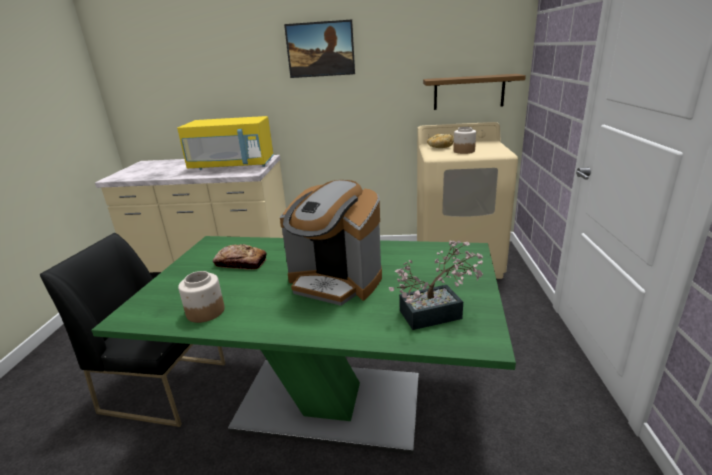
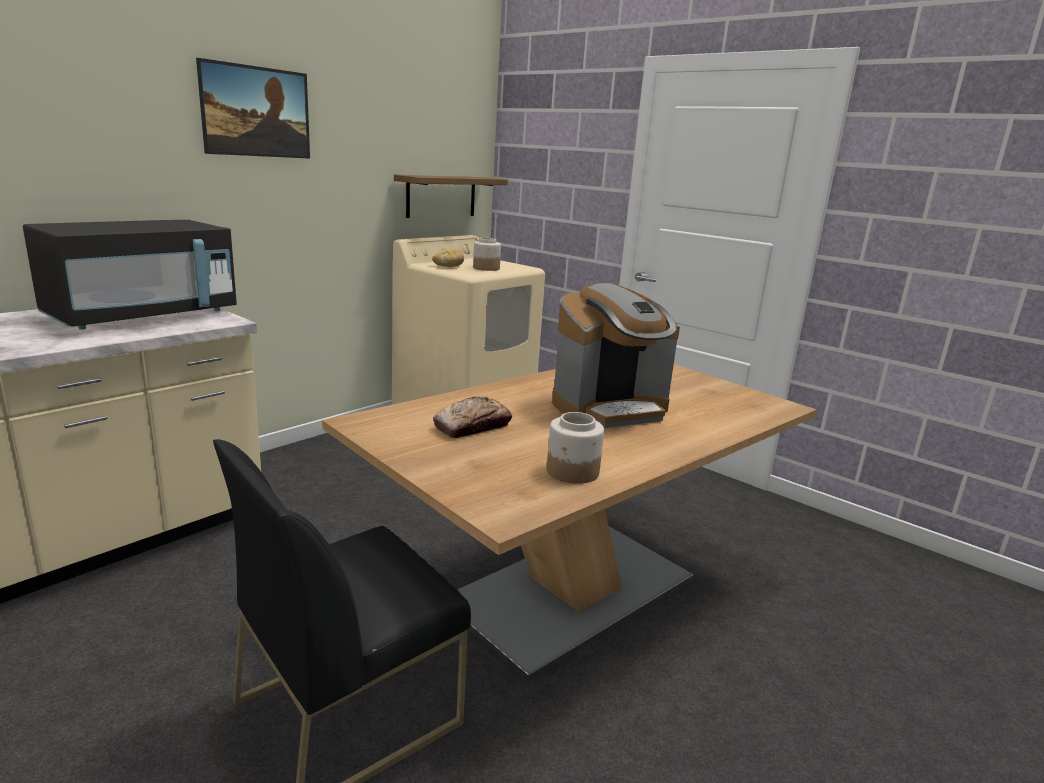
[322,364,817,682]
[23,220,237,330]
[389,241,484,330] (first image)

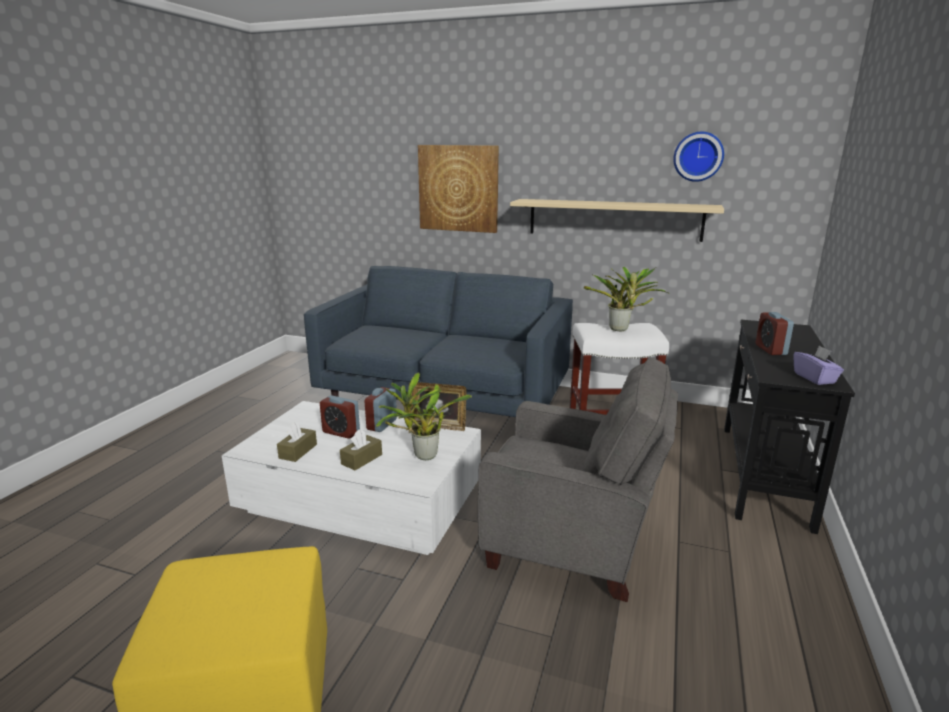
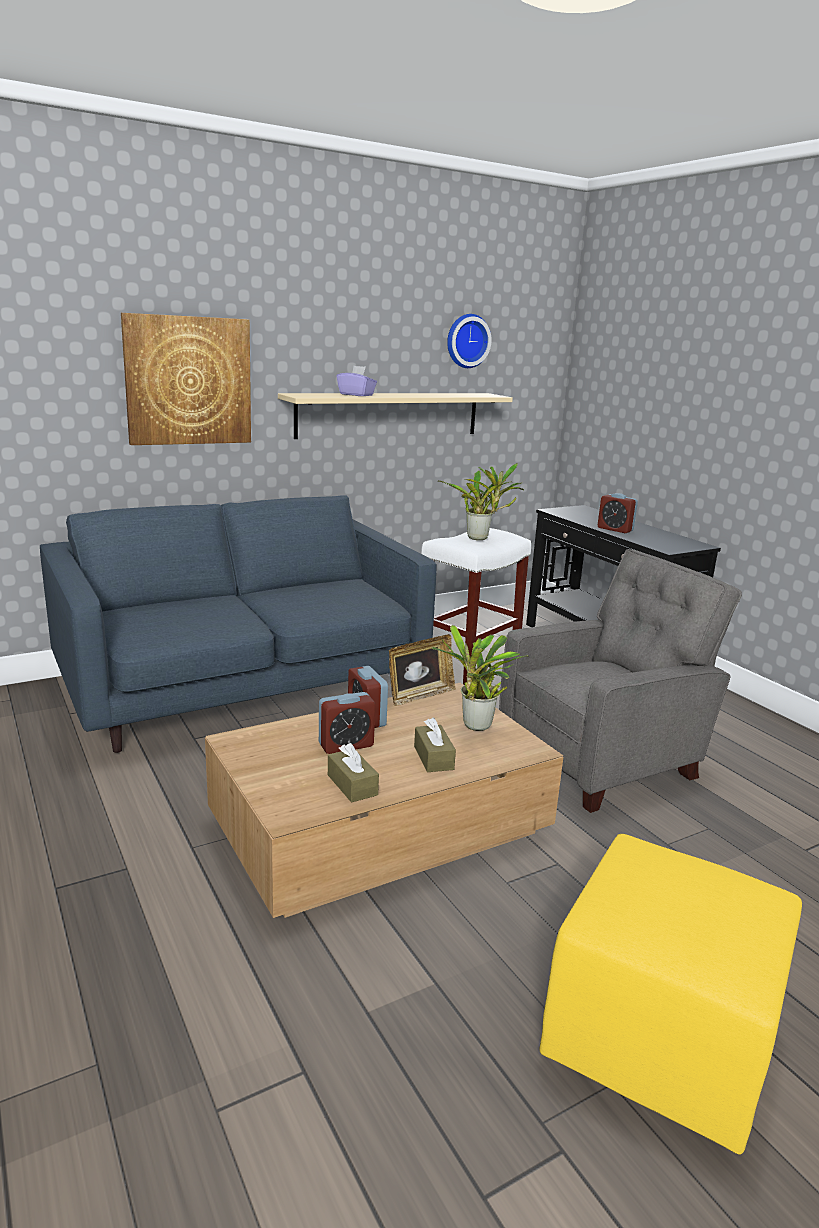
[205,683,563,918]
[337,366,377,396]

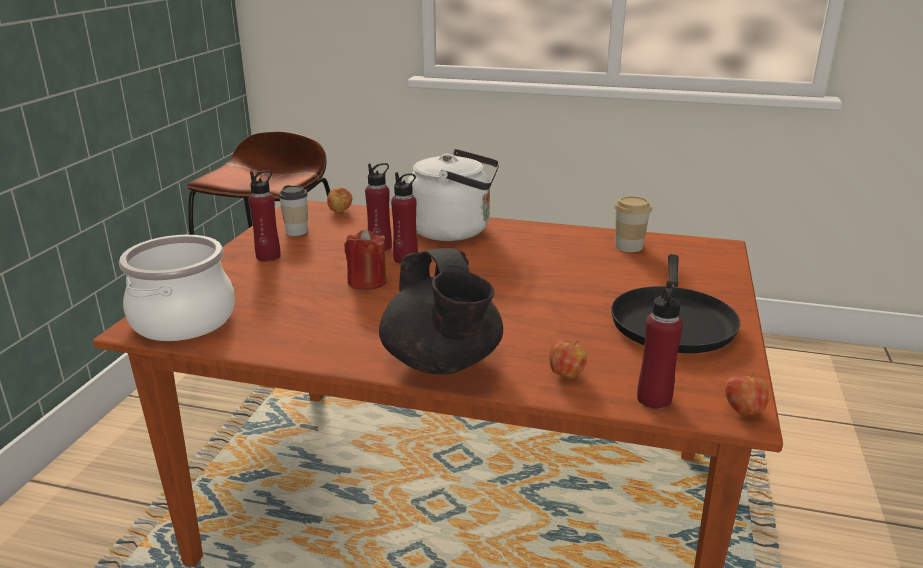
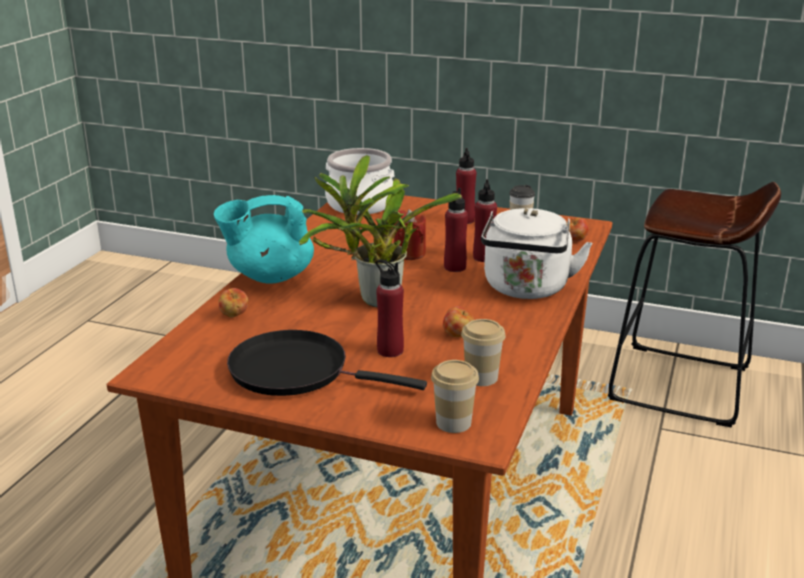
[214,195,314,284]
[376,259,404,357]
[443,306,474,337]
[299,155,462,307]
[431,360,479,433]

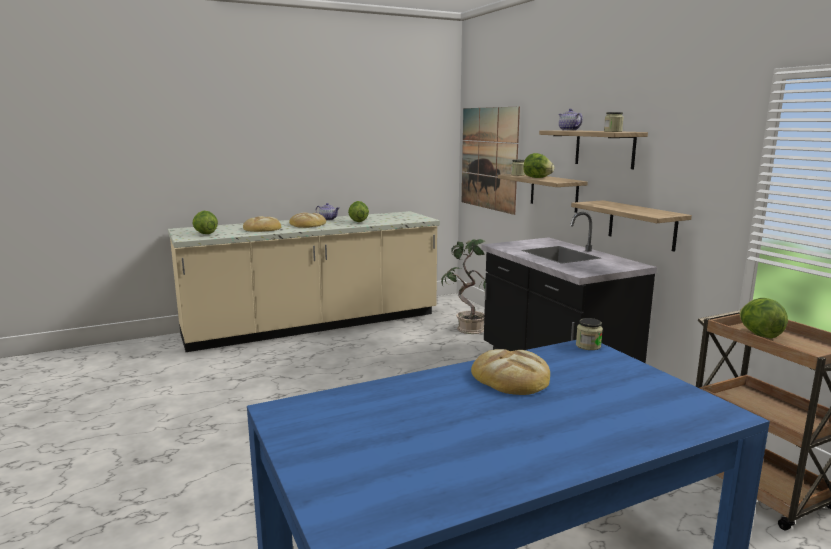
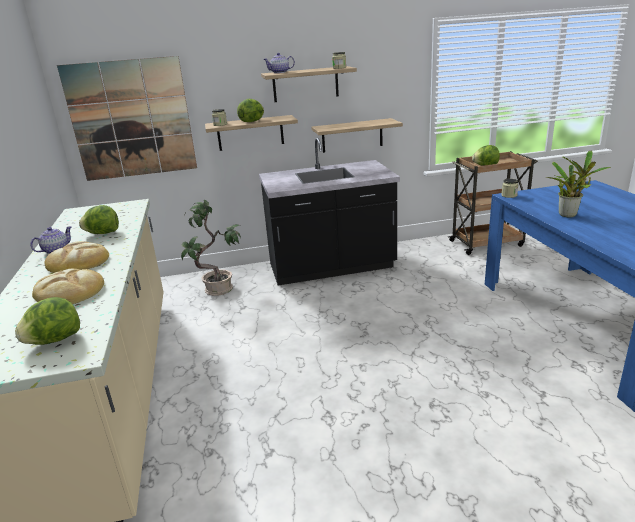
[546,151,611,218]

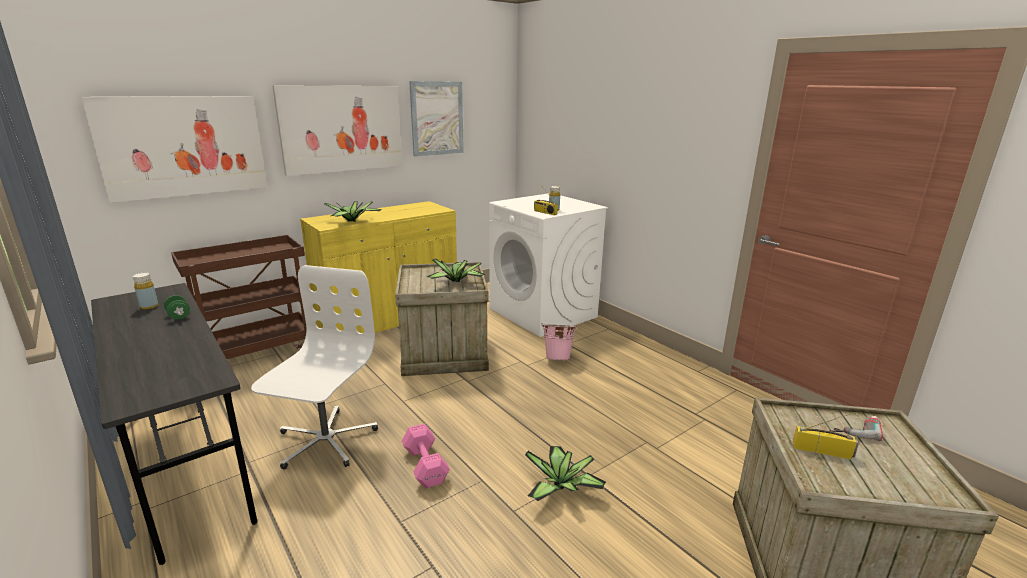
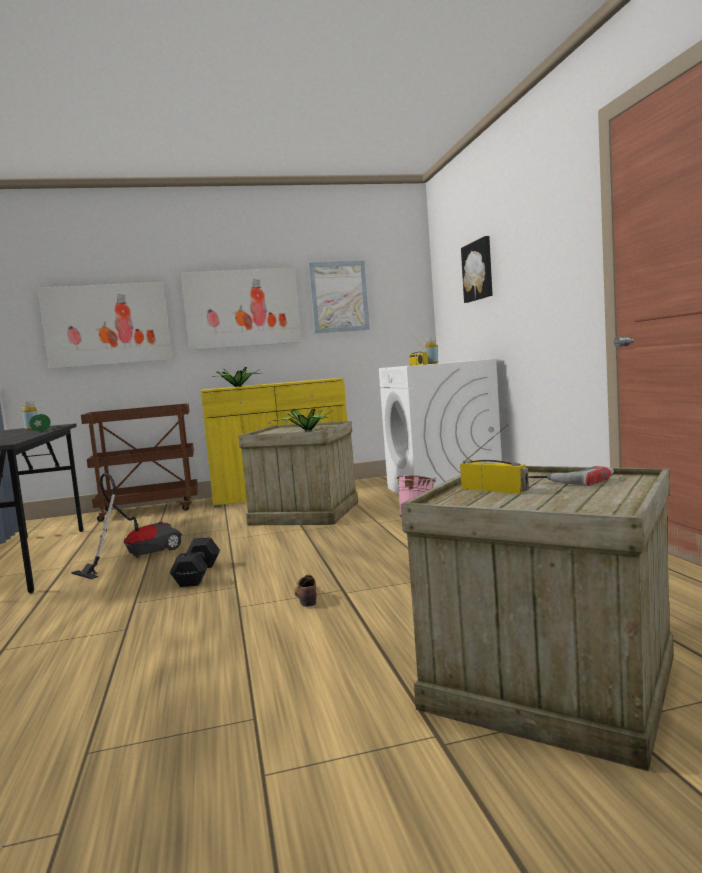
[71,473,182,580]
[170,537,220,587]
[294,574,317,607]
[461,236,493,303]

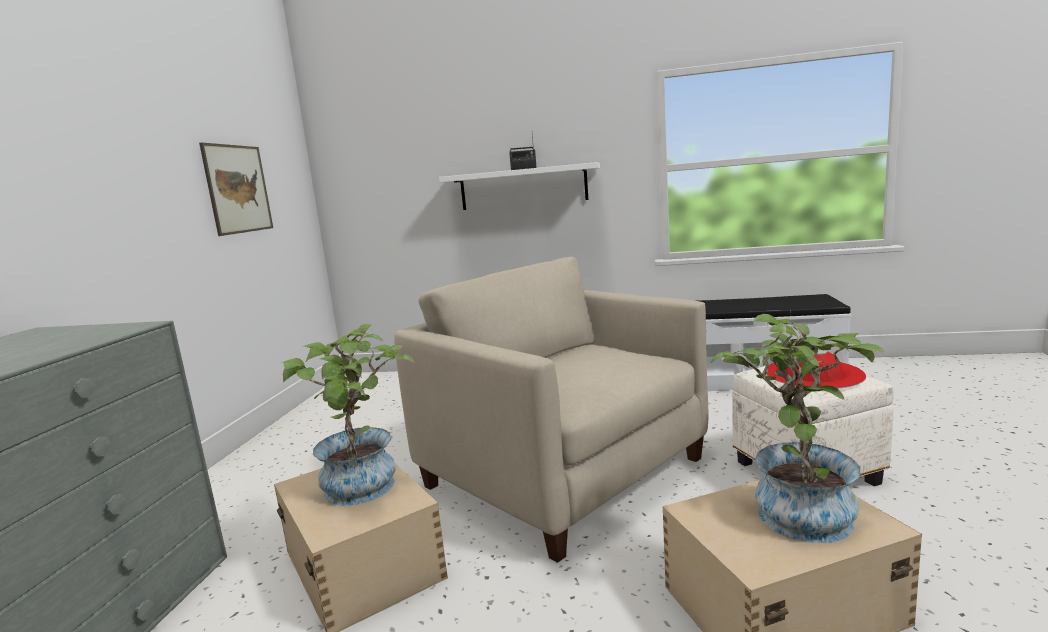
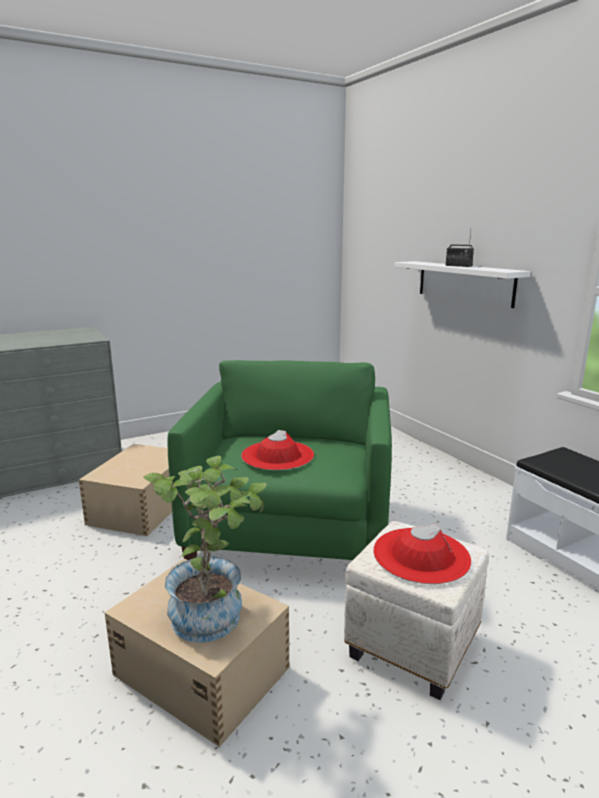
[199,143,273,236] (first image)
[280,324,415,506] (first image)
[167,360,392,560]
[241,430,314,470]

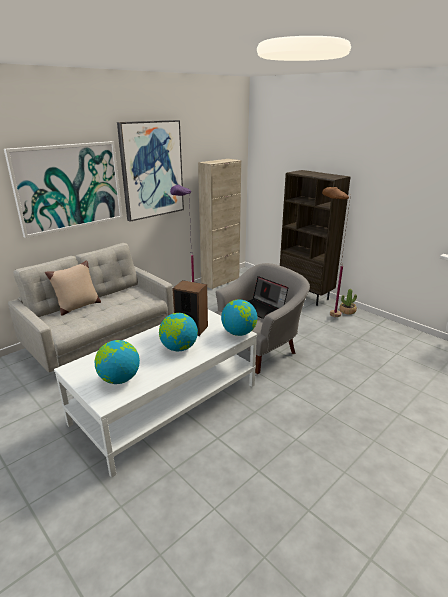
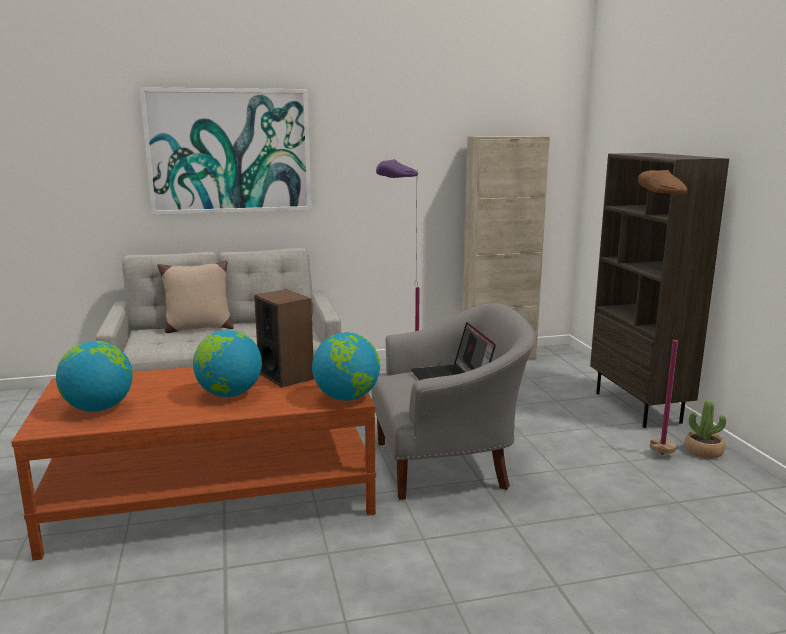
[11,367,376,561]
[117,120,184,222] (first image)

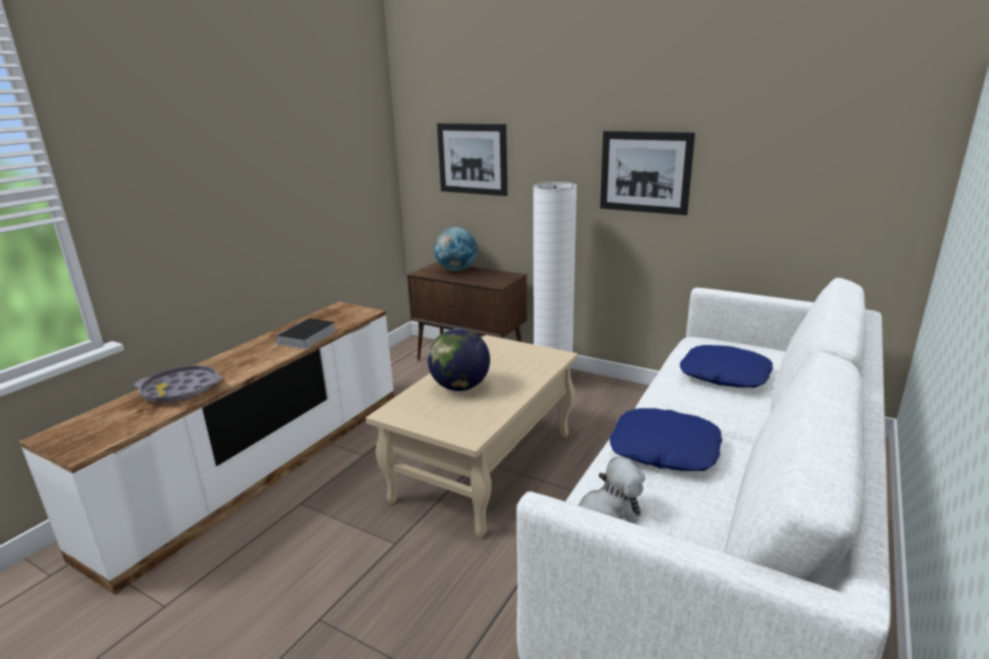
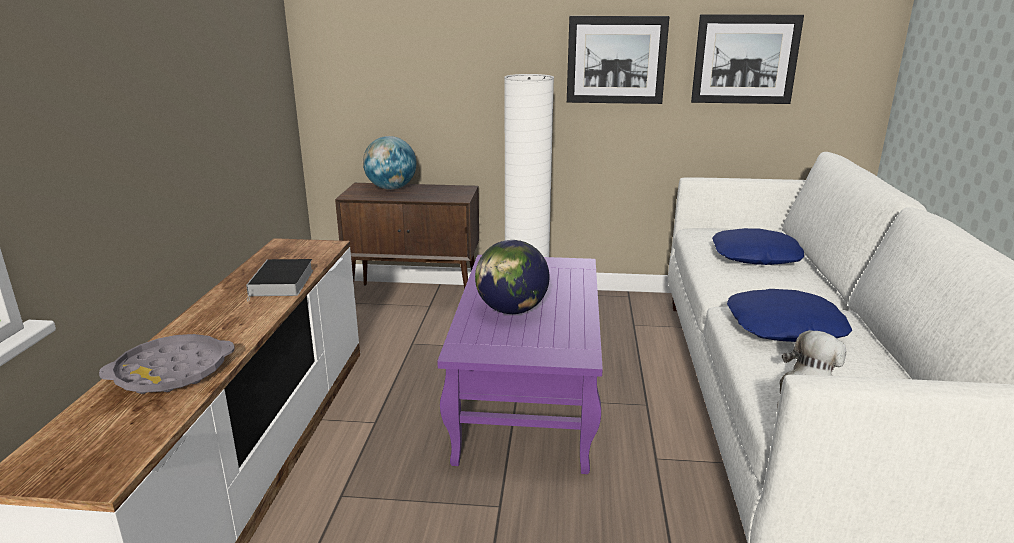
[437,255,603,474]
[691,14,804,104]

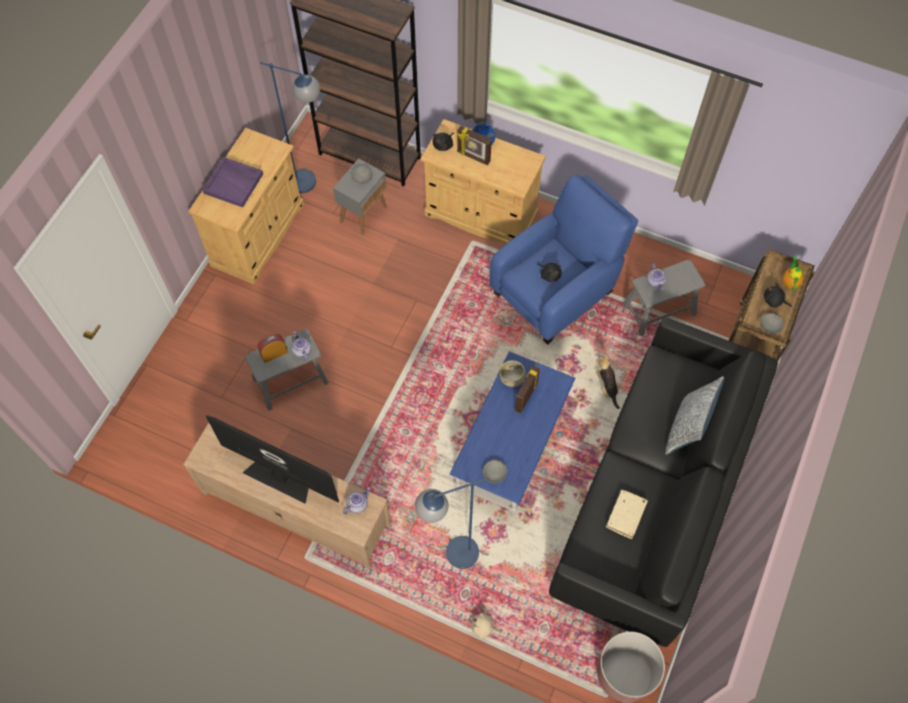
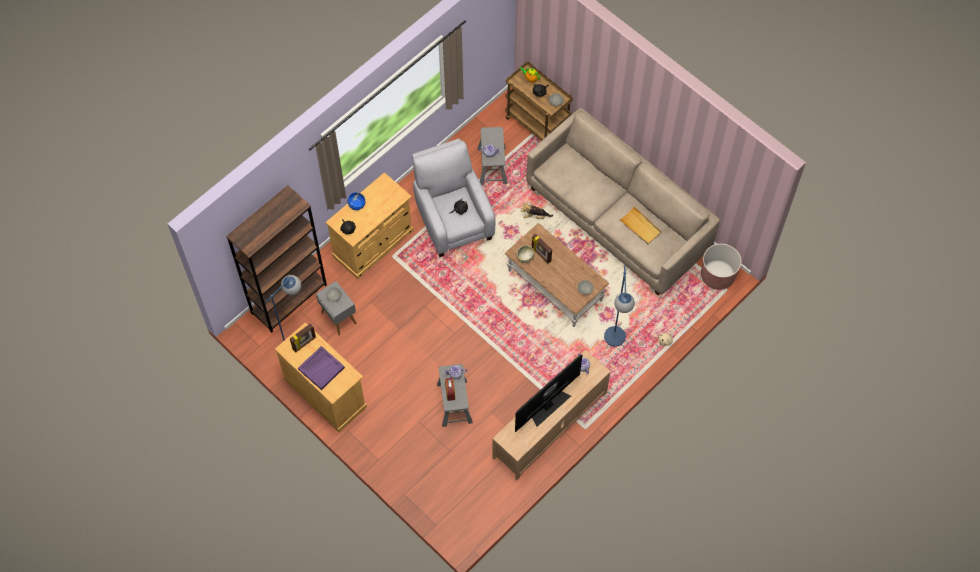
[505,223,609,327]
[290,323,316,353]
[412,139,495,257]
[526,108,720,295]
[620,207,661,244]
[665,376,724,455] (first image)

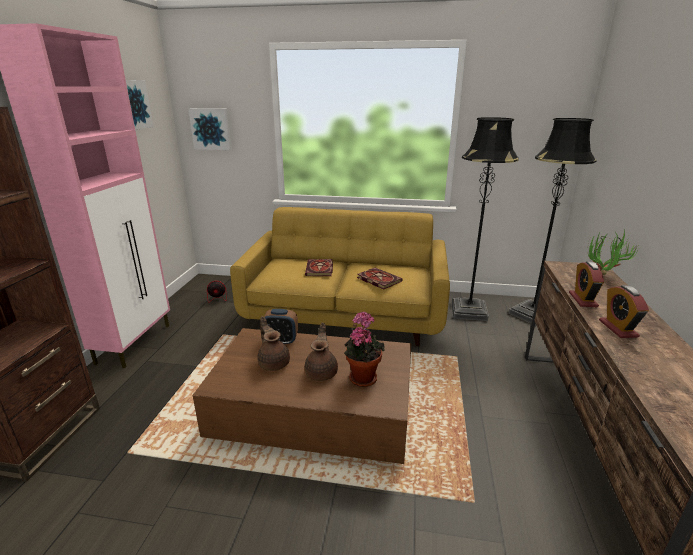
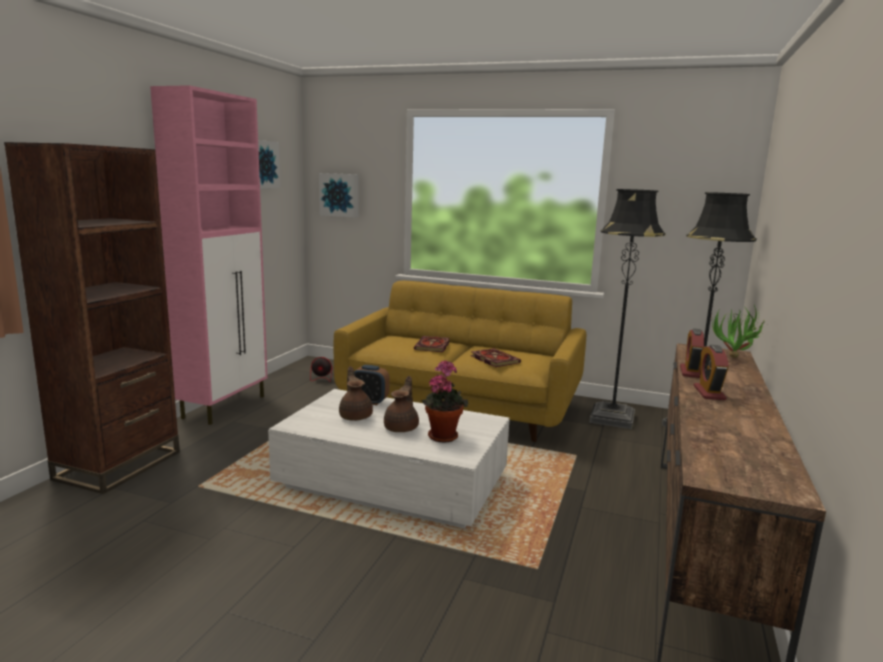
[268,389,509,529]

